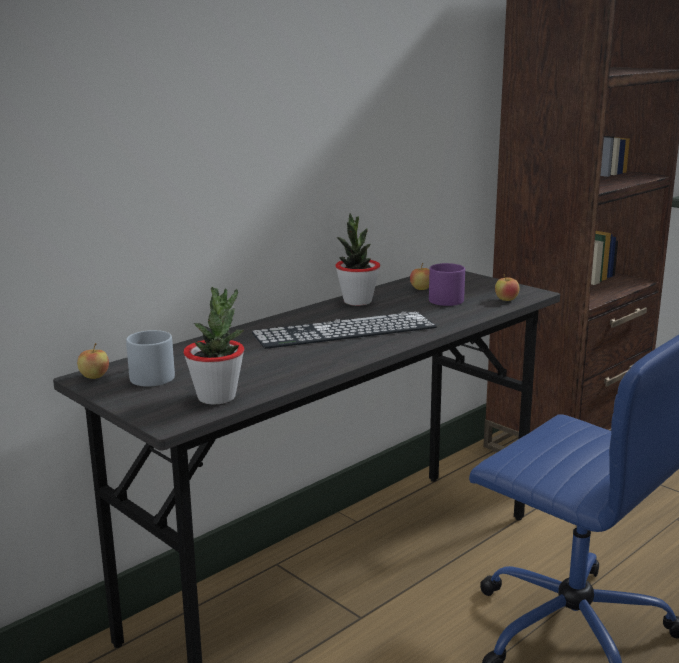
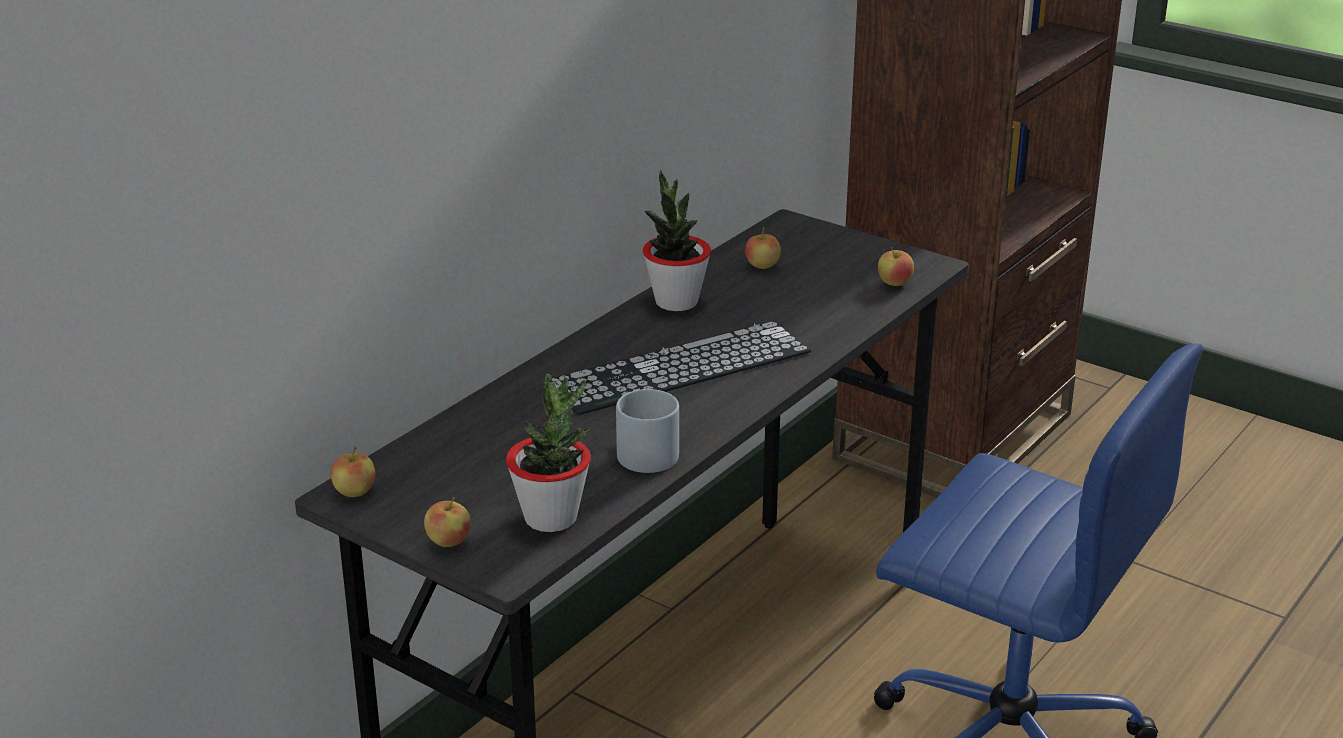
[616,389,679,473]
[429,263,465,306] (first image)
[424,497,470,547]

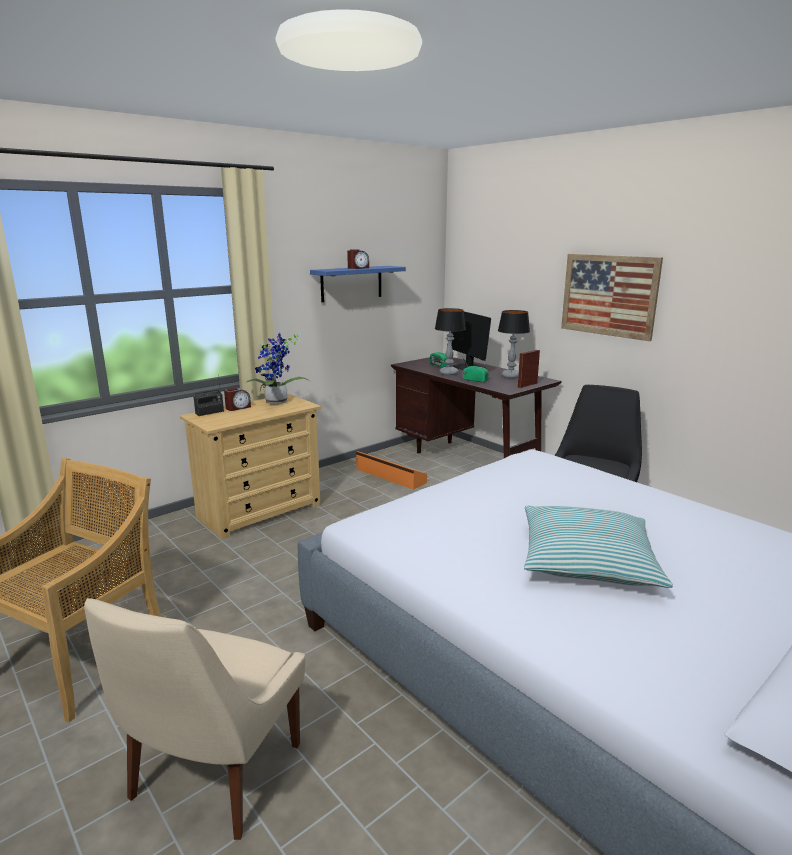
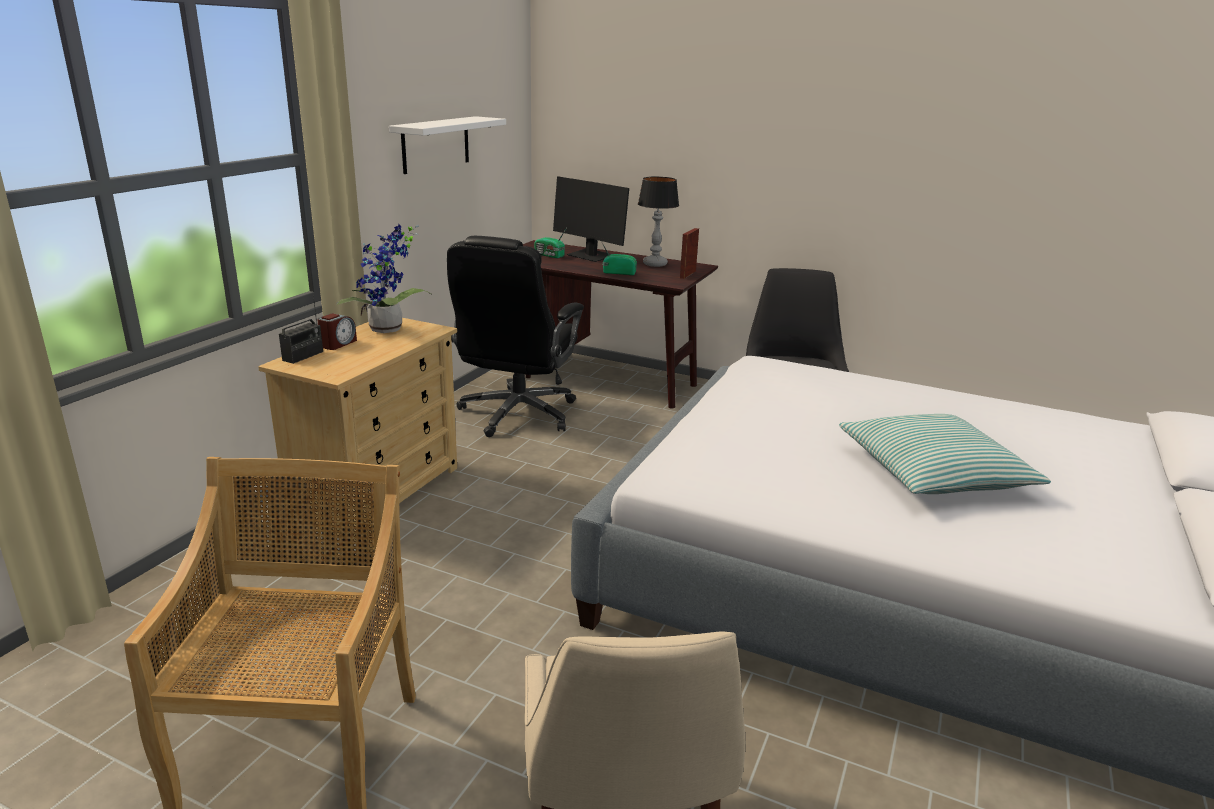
[389,116,506,174]
[347,249,369,269] (first image)
[447,236,584,437]
[435,308,466,375] (first image)
[561,254,663,341] (first image)

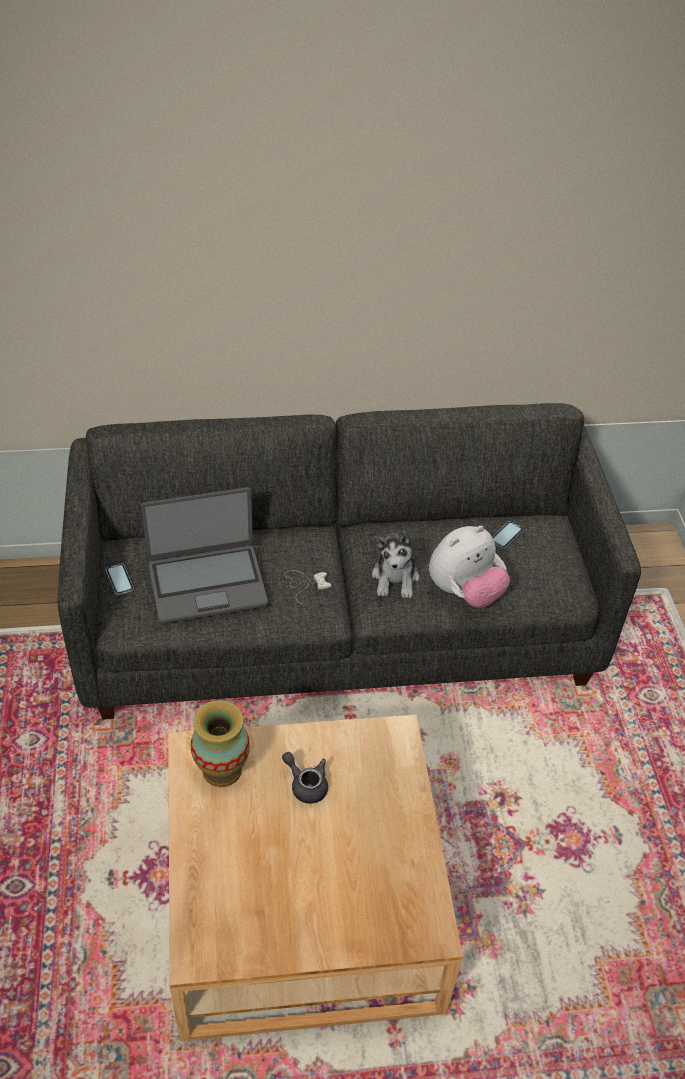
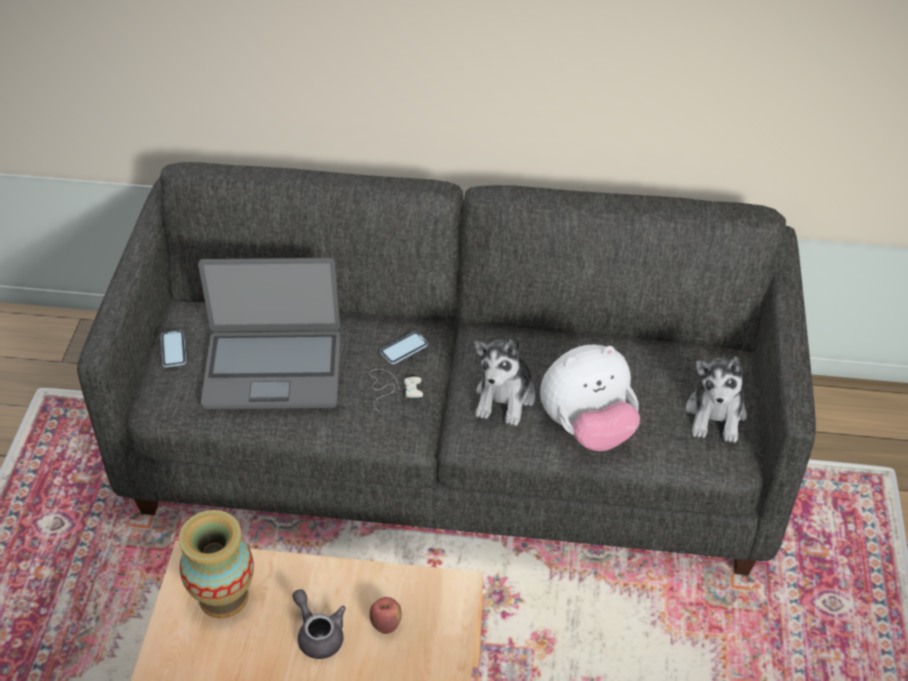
[380,332,428,364]
[370,597,402,634]
[686,353,747,443]

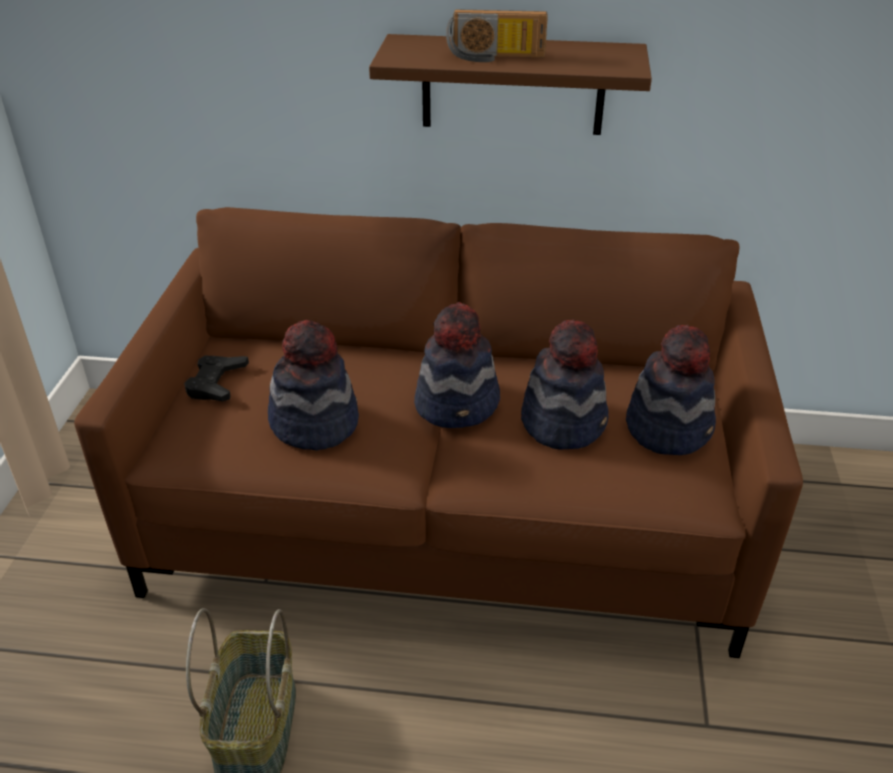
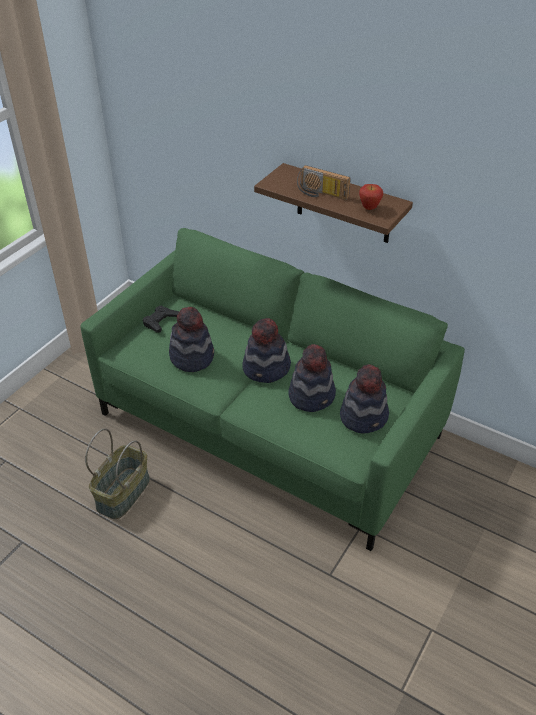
[80,228,465,551]
[359,184,383,210]

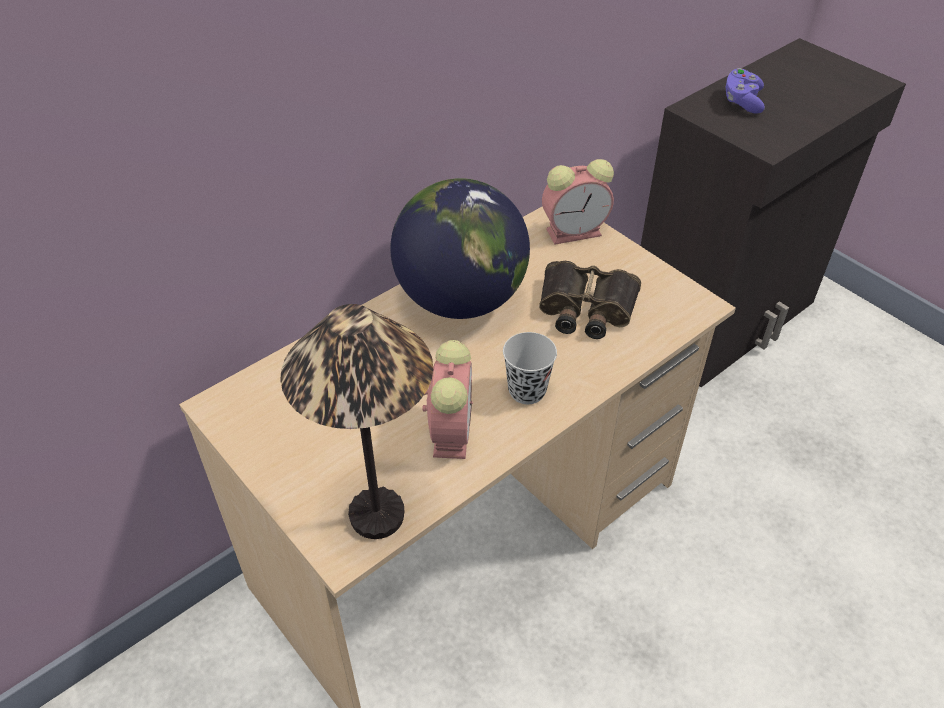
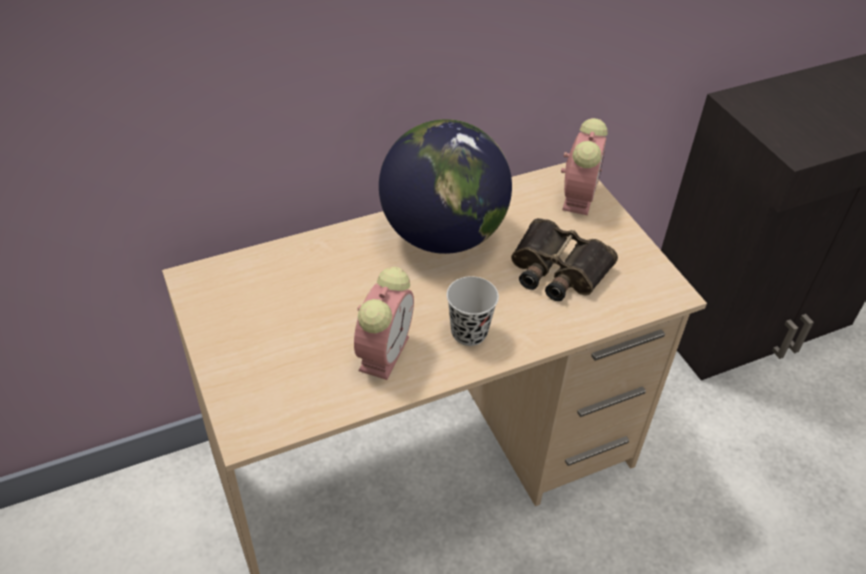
[280,304,433,539] (first image)
[561,118,608,215]
[726,68,765,114] (first image)

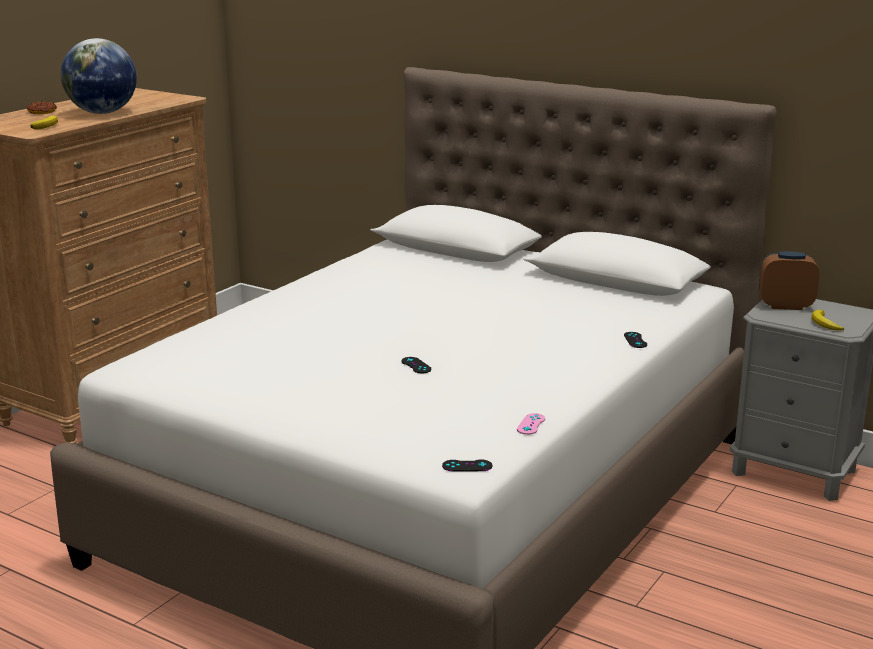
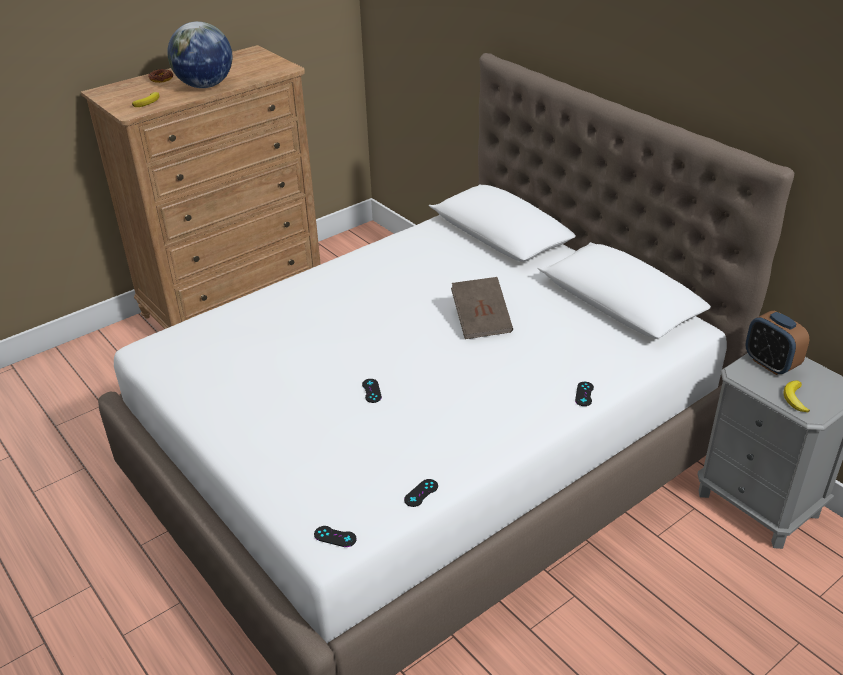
[404,479,438,507]
[745,311,809,375]
[451,277,513,339]

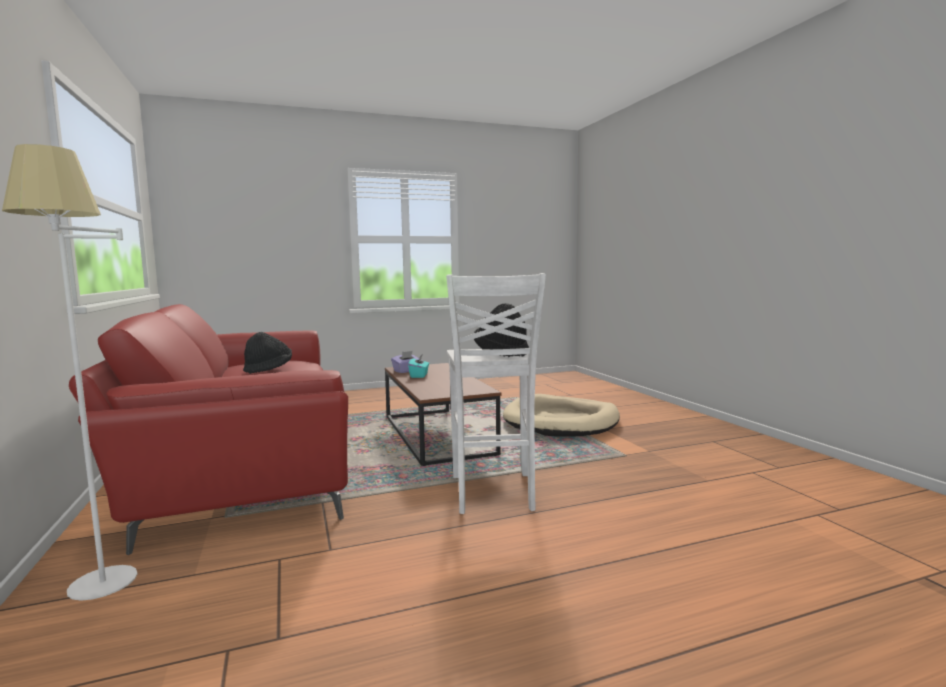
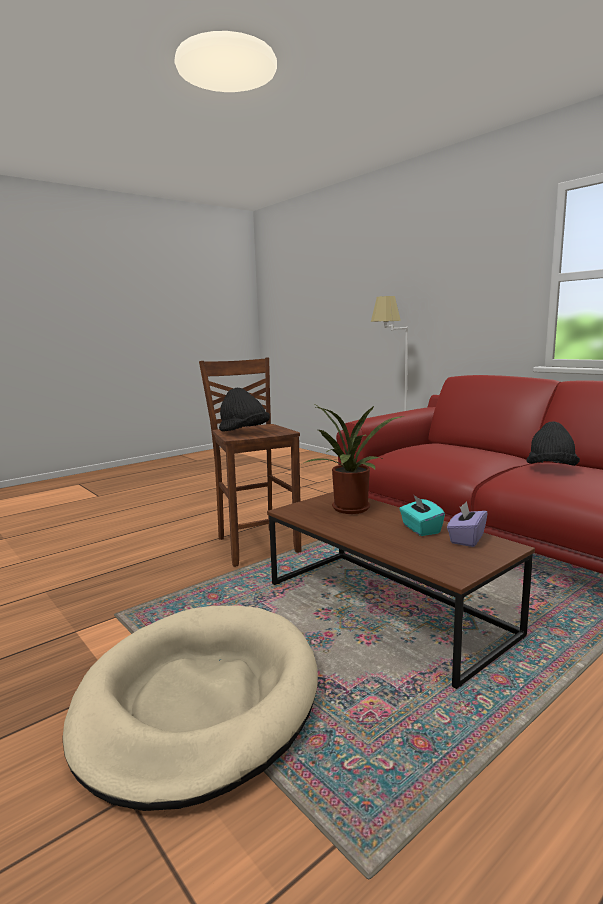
[199,357,301,567]
[304,405,404,514]

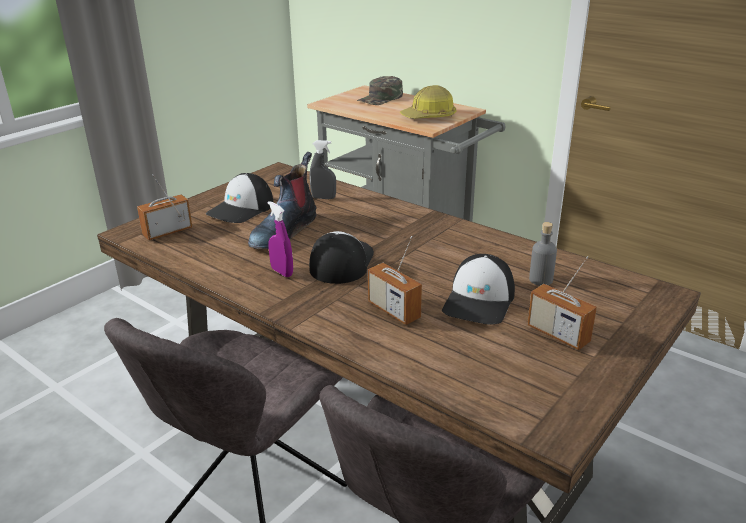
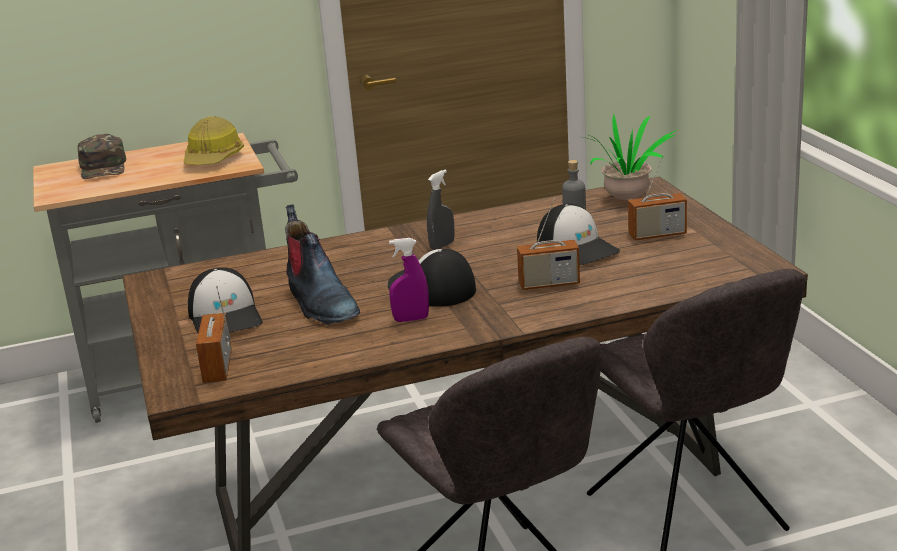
[427,170,455,250]
[583,114,678,200]

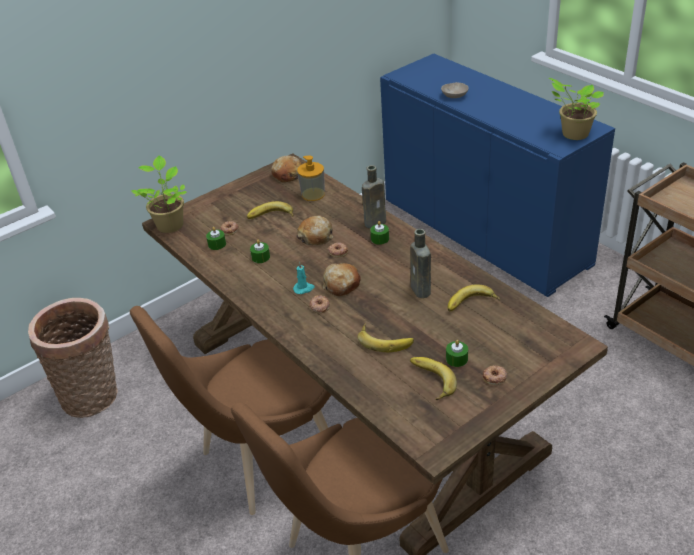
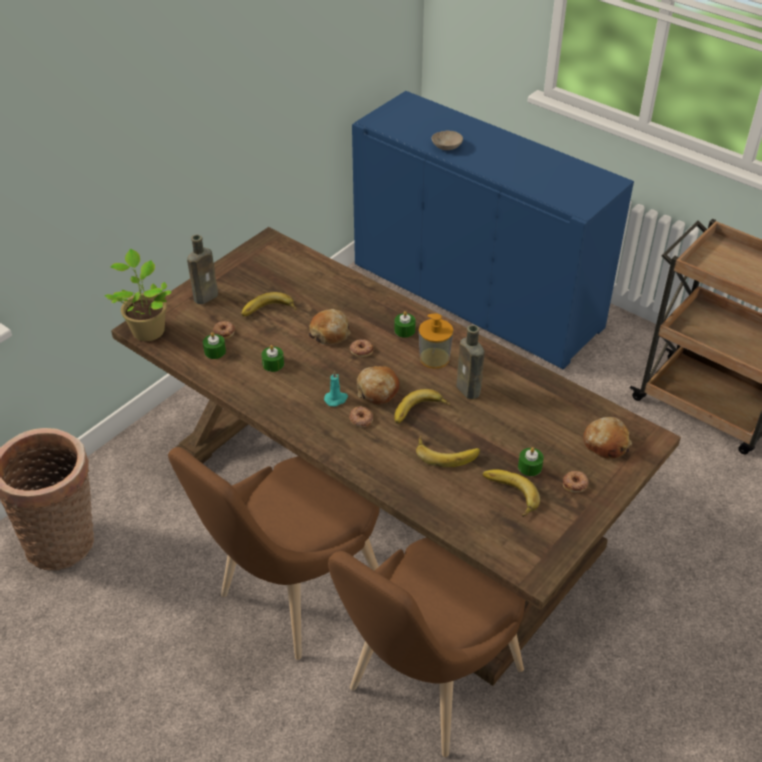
[583,417,632,459]
[419,314,453,368]
[187,235,218,304]
[394,389,450,424]
[549,78,604,140] (first image)

